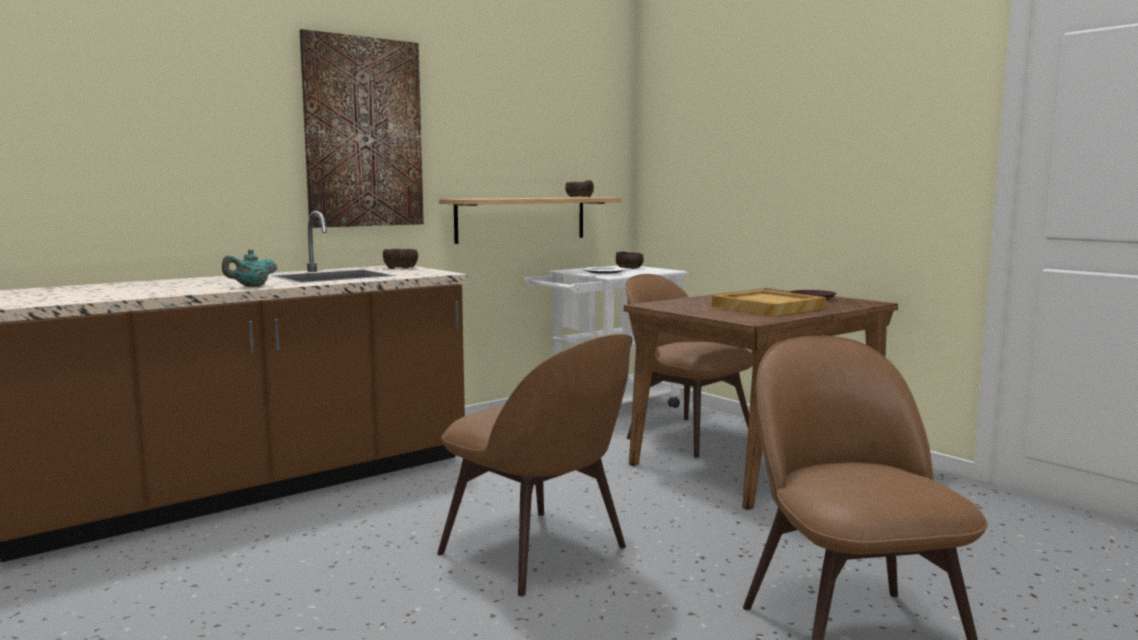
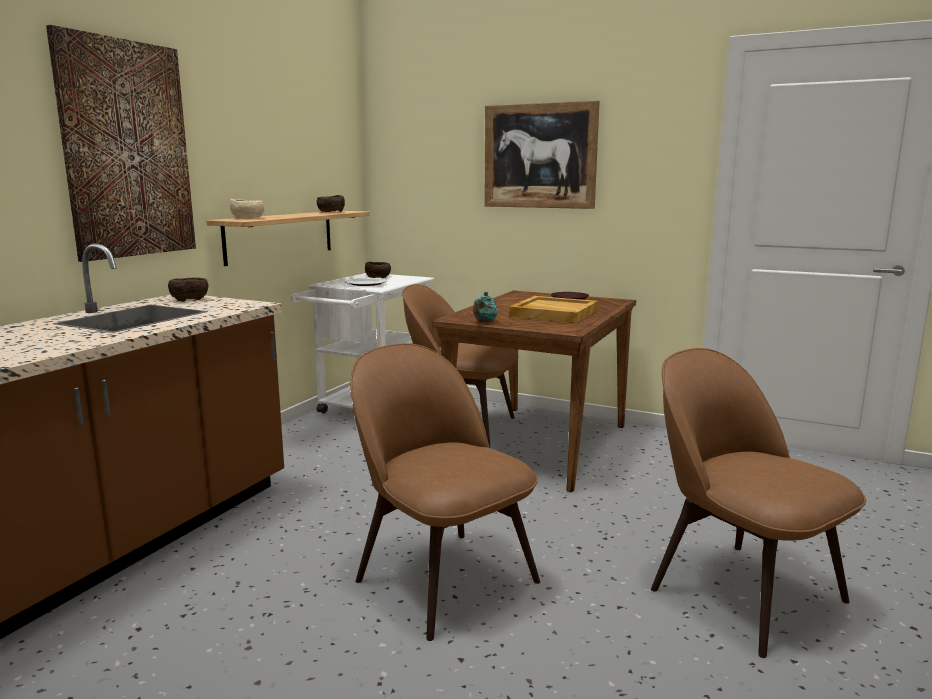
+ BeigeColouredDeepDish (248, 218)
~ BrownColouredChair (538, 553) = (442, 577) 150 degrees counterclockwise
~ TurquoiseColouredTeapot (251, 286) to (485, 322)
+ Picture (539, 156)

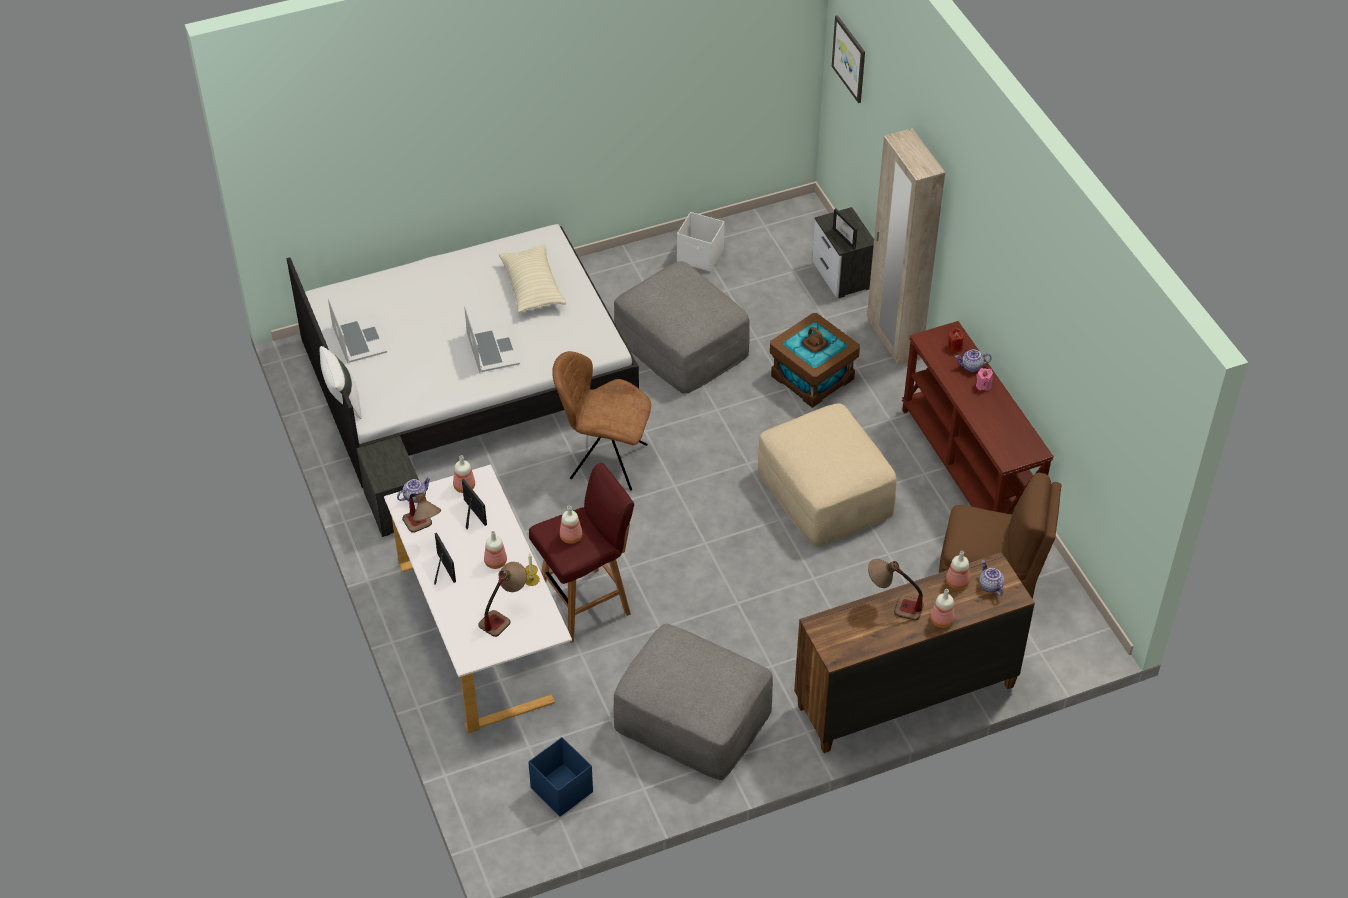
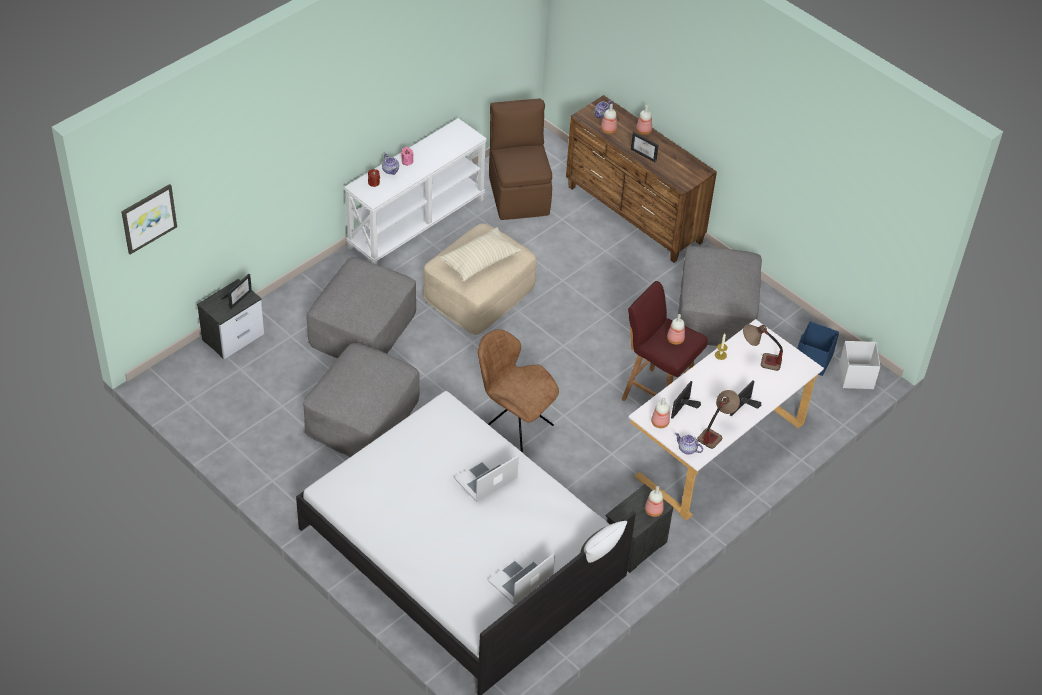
~ BrownColouredStorageBox (812, 377) to GreyFootrest (363, 327)
~ BrownColouredNarrowTable (969, 468) to WhiteNarrowTable (416, 223)
~ BeigeColouredThrowPillow (532, 288) to (480, 261)
~ BrownColouredChair (605, 461) = (514, 427) 135 degrees clockwise
~ TabletopLamp (893, 605) to PictureFrame (645, 154)
~ DrinkBottle (495, 562) to (654, 511)
~ WhiteStorageBox (700, 256) to (856, 376)
- BeigeColouredClothesCupboard (893, 339)

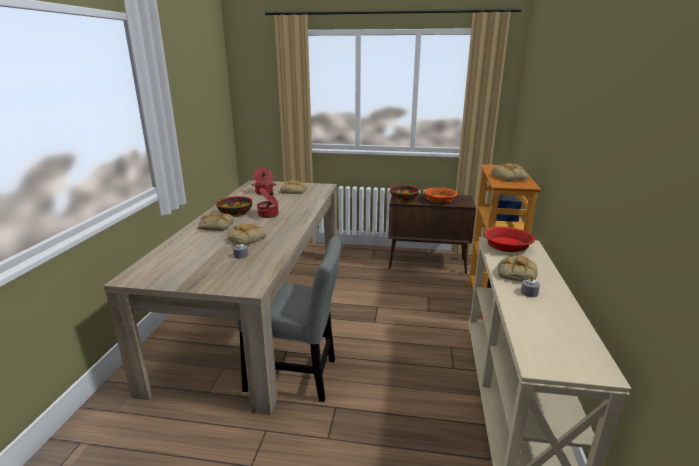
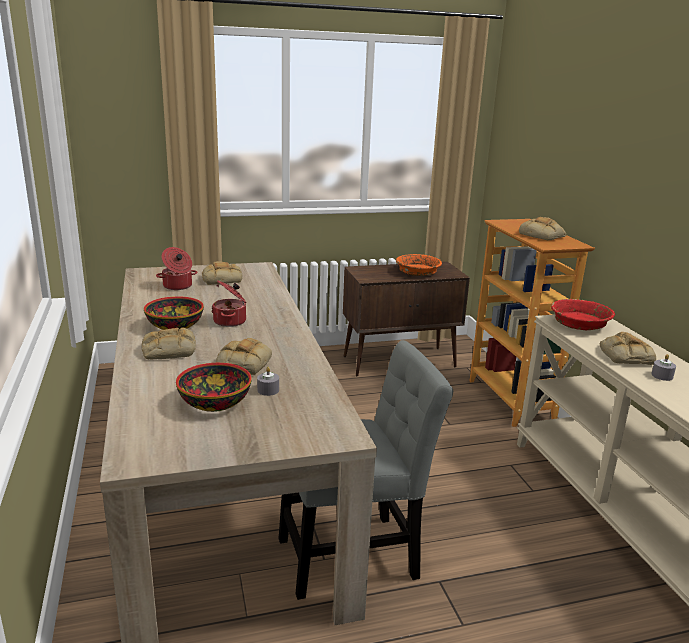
~ DeepDish (404, 199) to (215, 402)

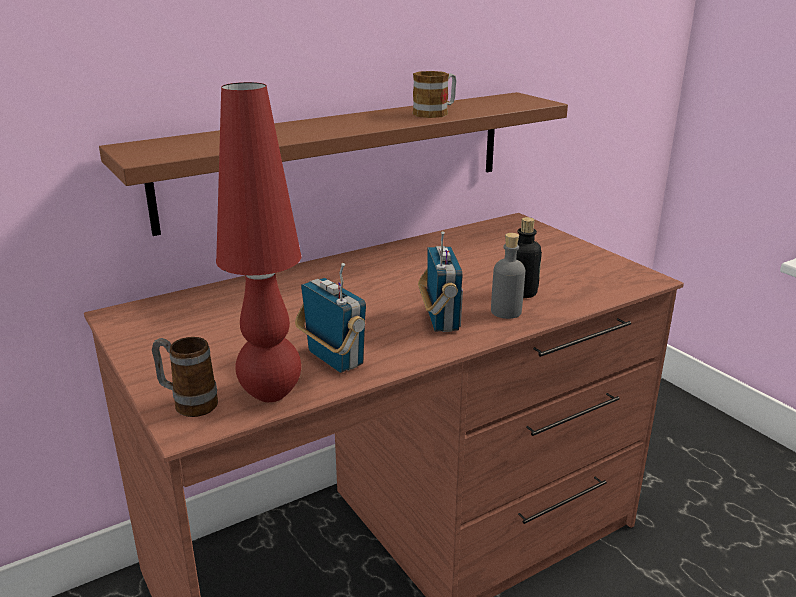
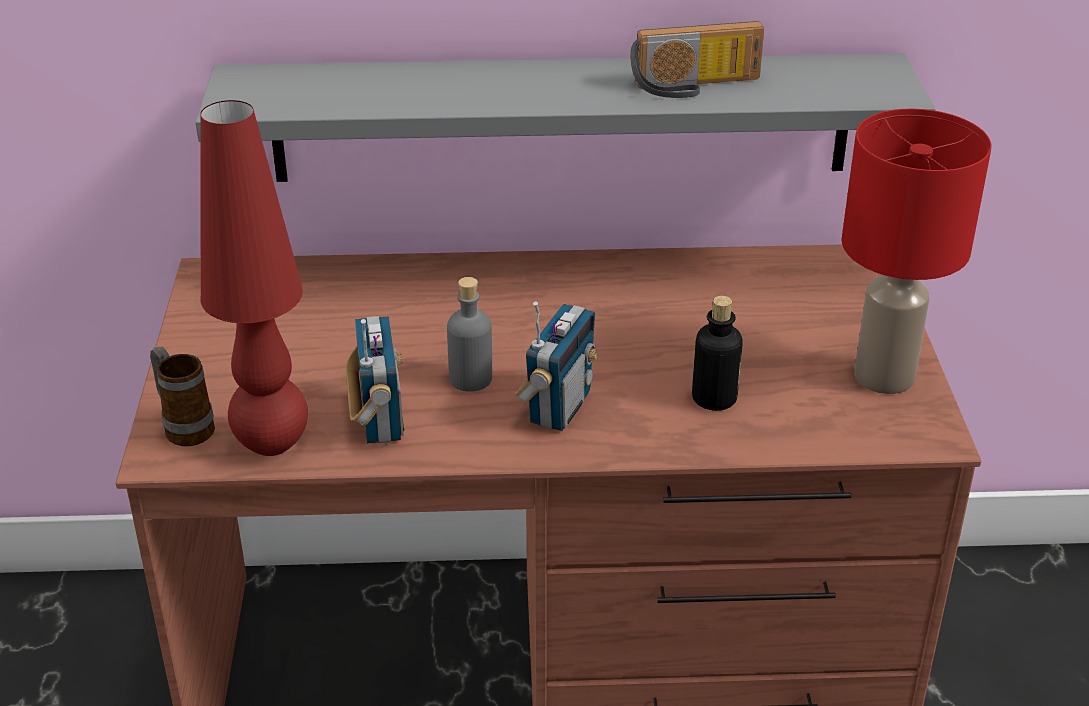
~ BrownColouredShelf (340, 158) to GreyShelf (561, 117)
~ GreyDrinkBottle (506, 312) to (470, 378)
~ TeaMug (436, 113) to RadioReceiver (696, 86)
+ ReddishTabletopLamp (882, 376)

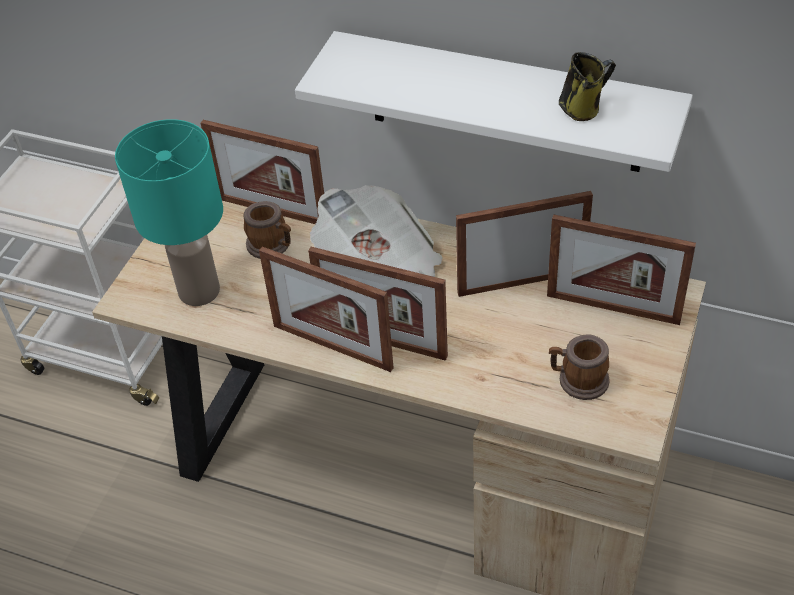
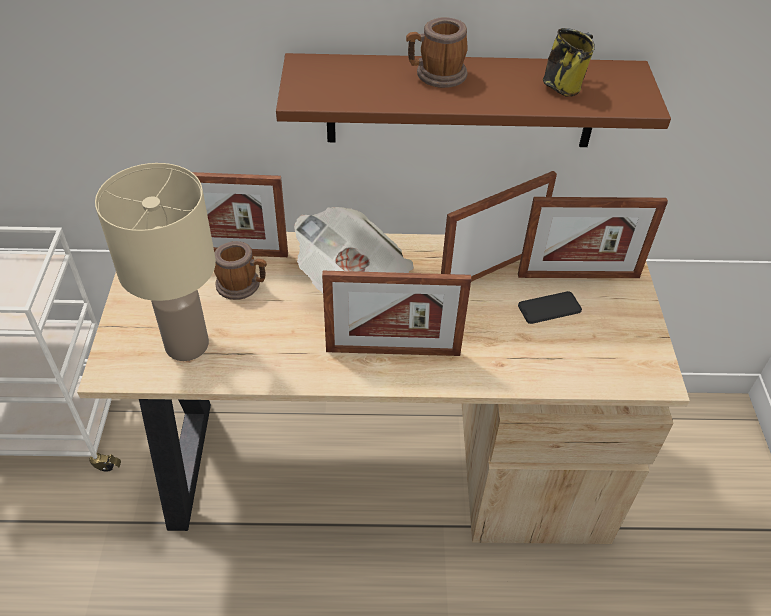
~ TurquoiseColouredTabletopLamp (199, 292) to BeigeColouredTabletopLamp (187, 345)
~ WhiteShelf (504, 103) to BrownColouredShelf (462, 101)
~ TeaMug (578, 380) to (435, 75)
+ Phone (549, 308)
- PictureFrame (332, 346)

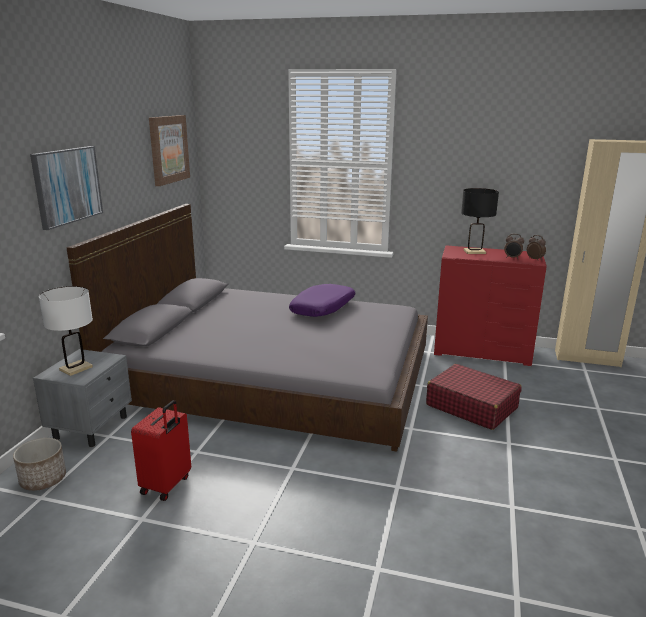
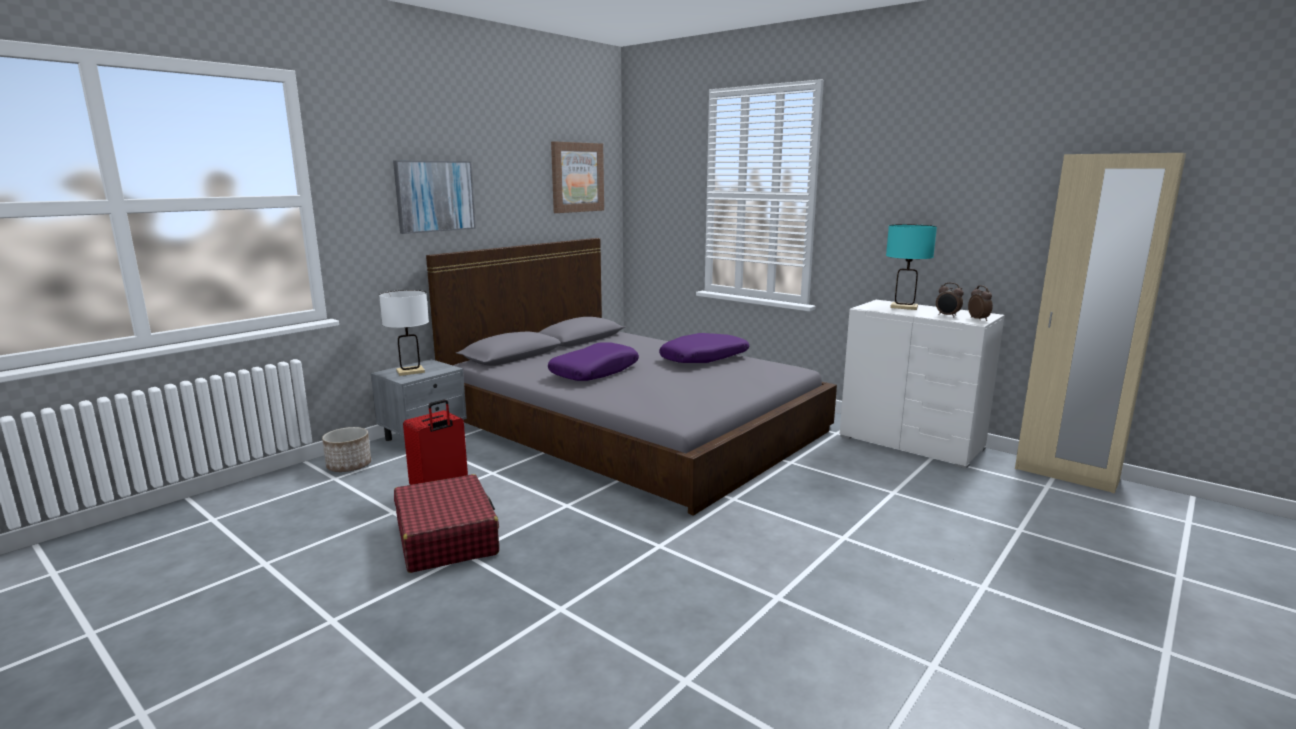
~ ReddishSuitcase (471, 406) to (447, 537)
+ PurplishThrowPillow (594, 372)
~ ReddishDrawerChest (482, 350) to WhiteDrawerChest (911, 442)
~ BlackishTabletopLamp (474, 252) to TurquoiseColouredTabletopLamp (904, 307)

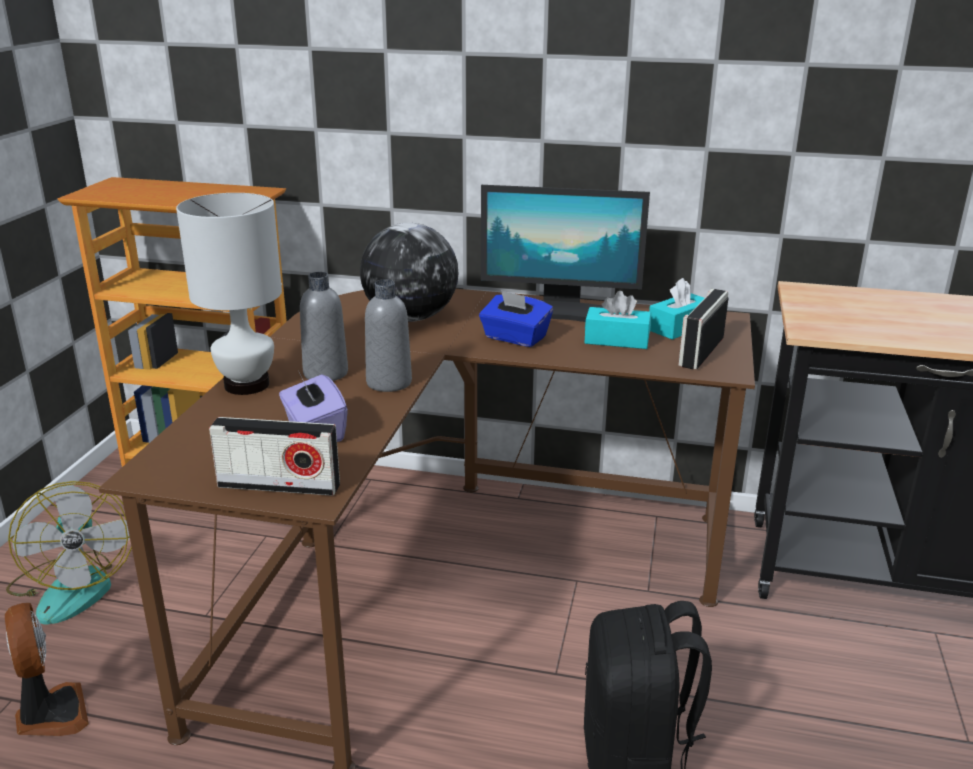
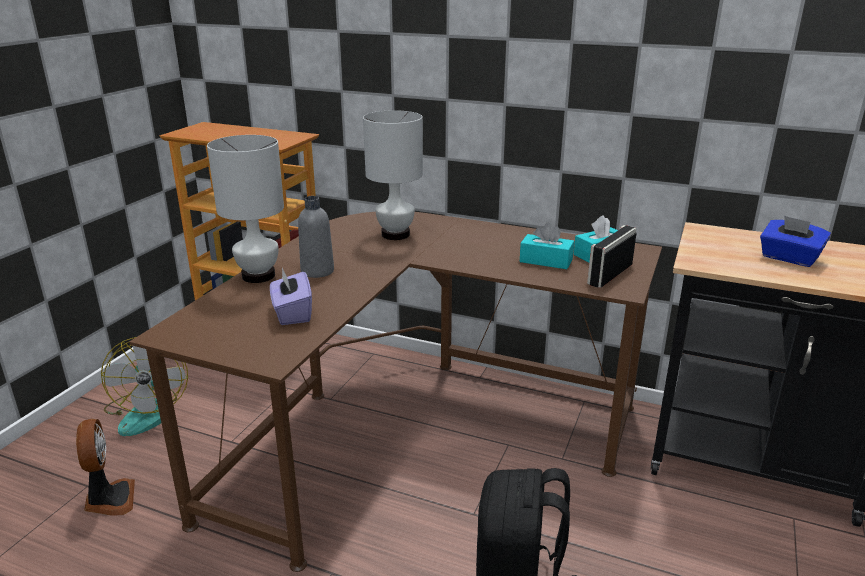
~ Globe (410, 318) to WhiteTabletopLamp (395, 234)
~ BluishTissueHolder (515, 338) to (789, 258)
- RadioReceiver (279, 485)
- GreyDrinkBottle (389, 382)
- ComputerScreen (559, 312)

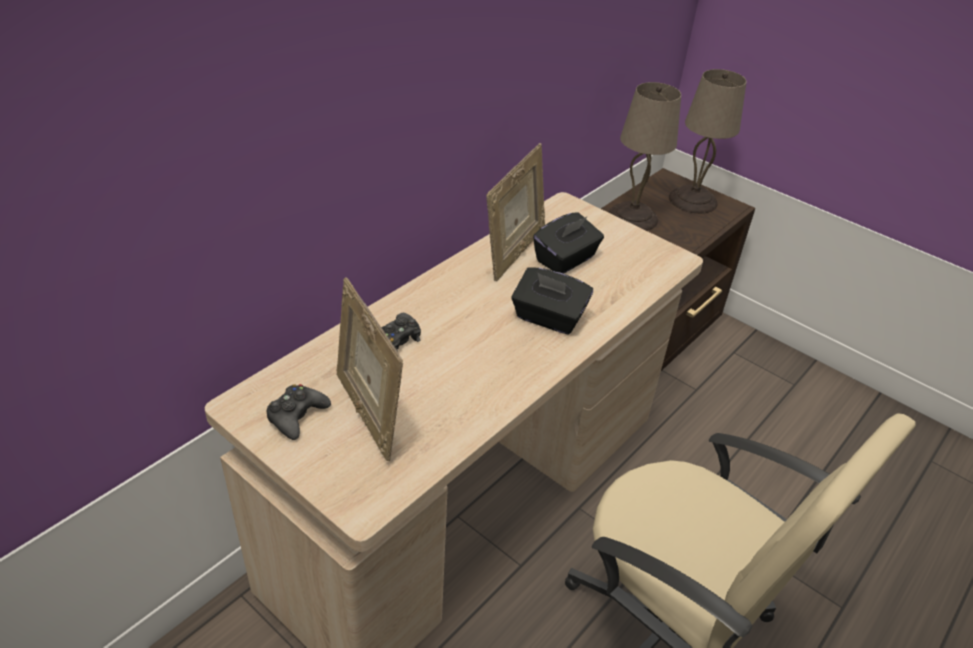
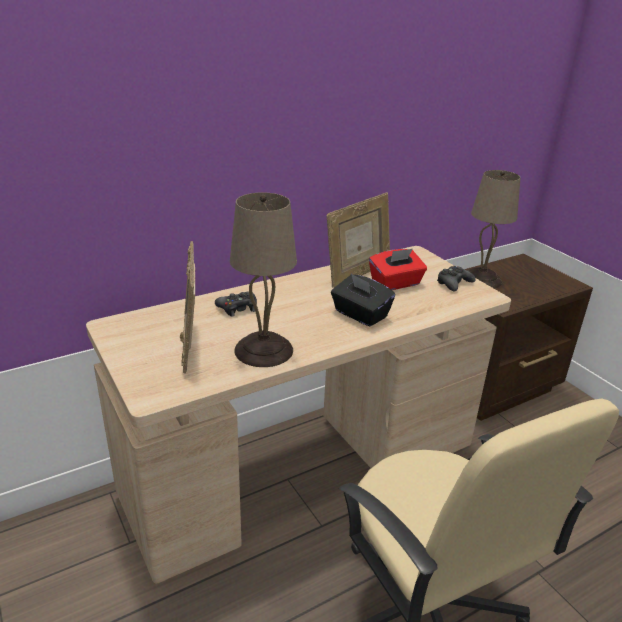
~ BeigeColouredTabletopLamp (694, 201) to (264, 351)
~ BlackishTissueHolder (566, 260) to ReddishTissueHolder (396, 283)
~ BlackishGameController (297, 416) to (454, 283)

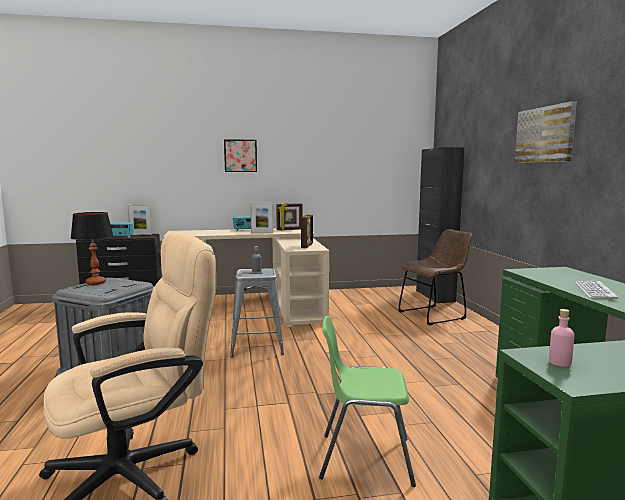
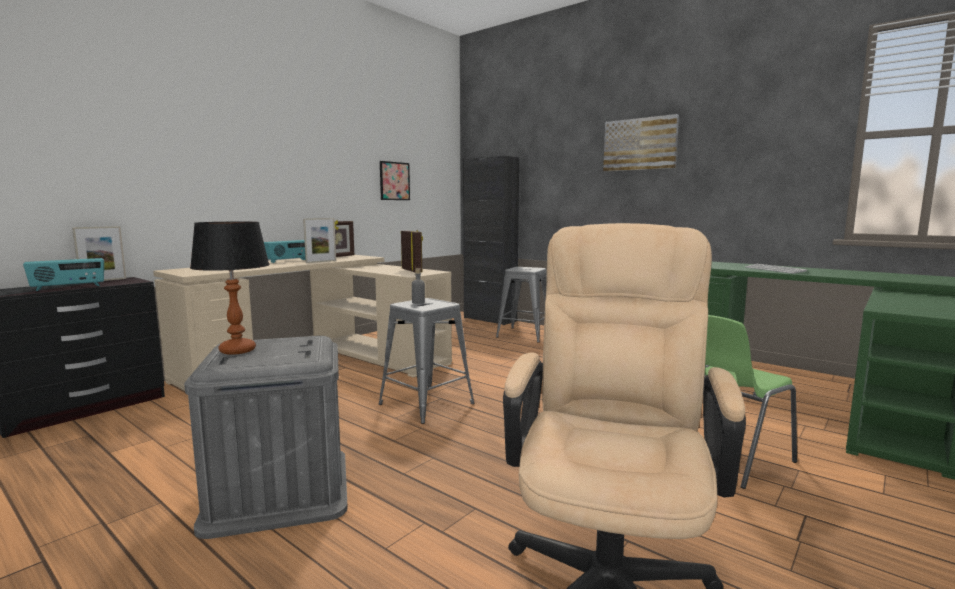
~ Picture (240, 155) to (394, 181)
~ BrownColouredChair (434, 315) to GreyStoolSeat (524, 335)
- PinkDrinkBottle (560, 362)

